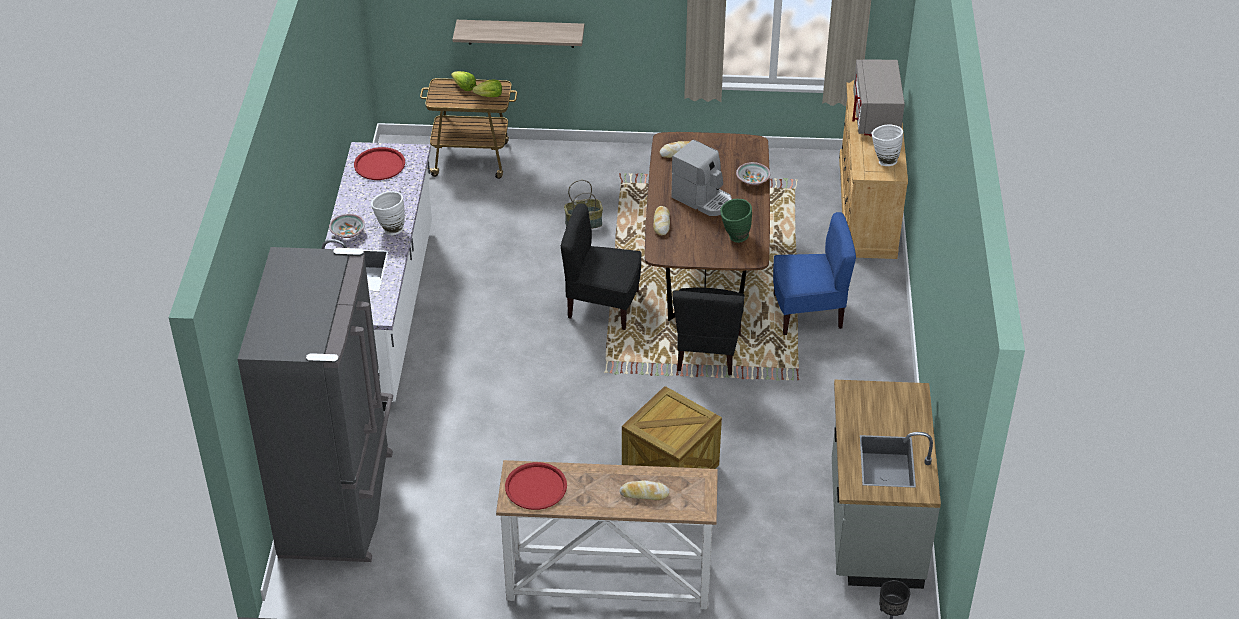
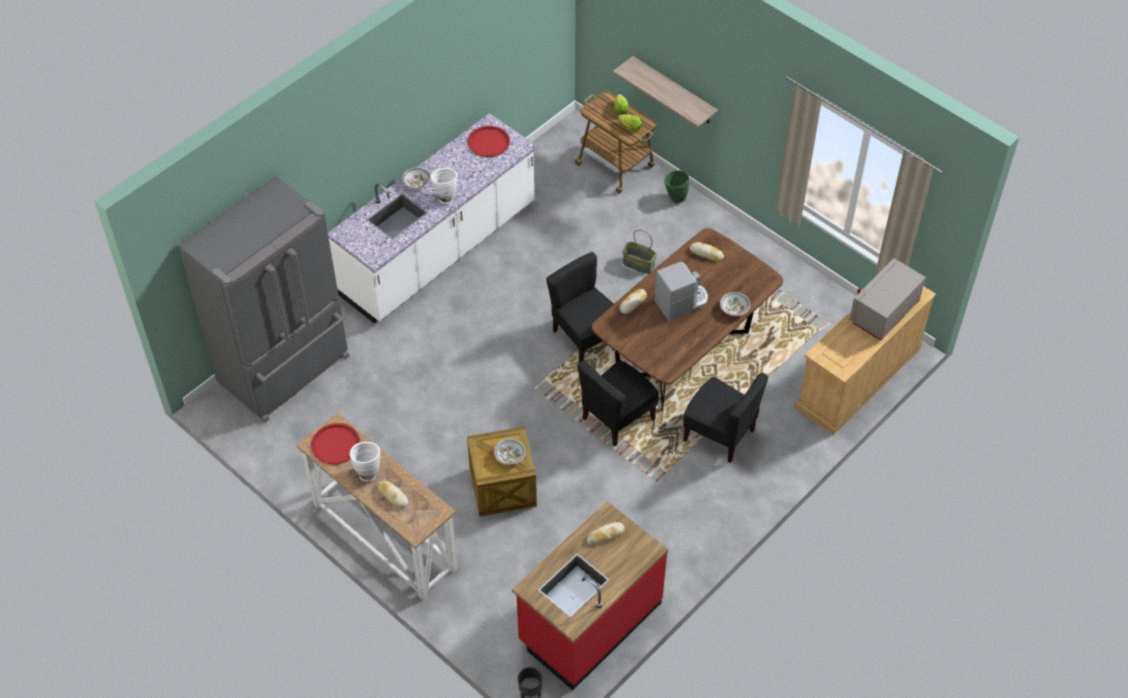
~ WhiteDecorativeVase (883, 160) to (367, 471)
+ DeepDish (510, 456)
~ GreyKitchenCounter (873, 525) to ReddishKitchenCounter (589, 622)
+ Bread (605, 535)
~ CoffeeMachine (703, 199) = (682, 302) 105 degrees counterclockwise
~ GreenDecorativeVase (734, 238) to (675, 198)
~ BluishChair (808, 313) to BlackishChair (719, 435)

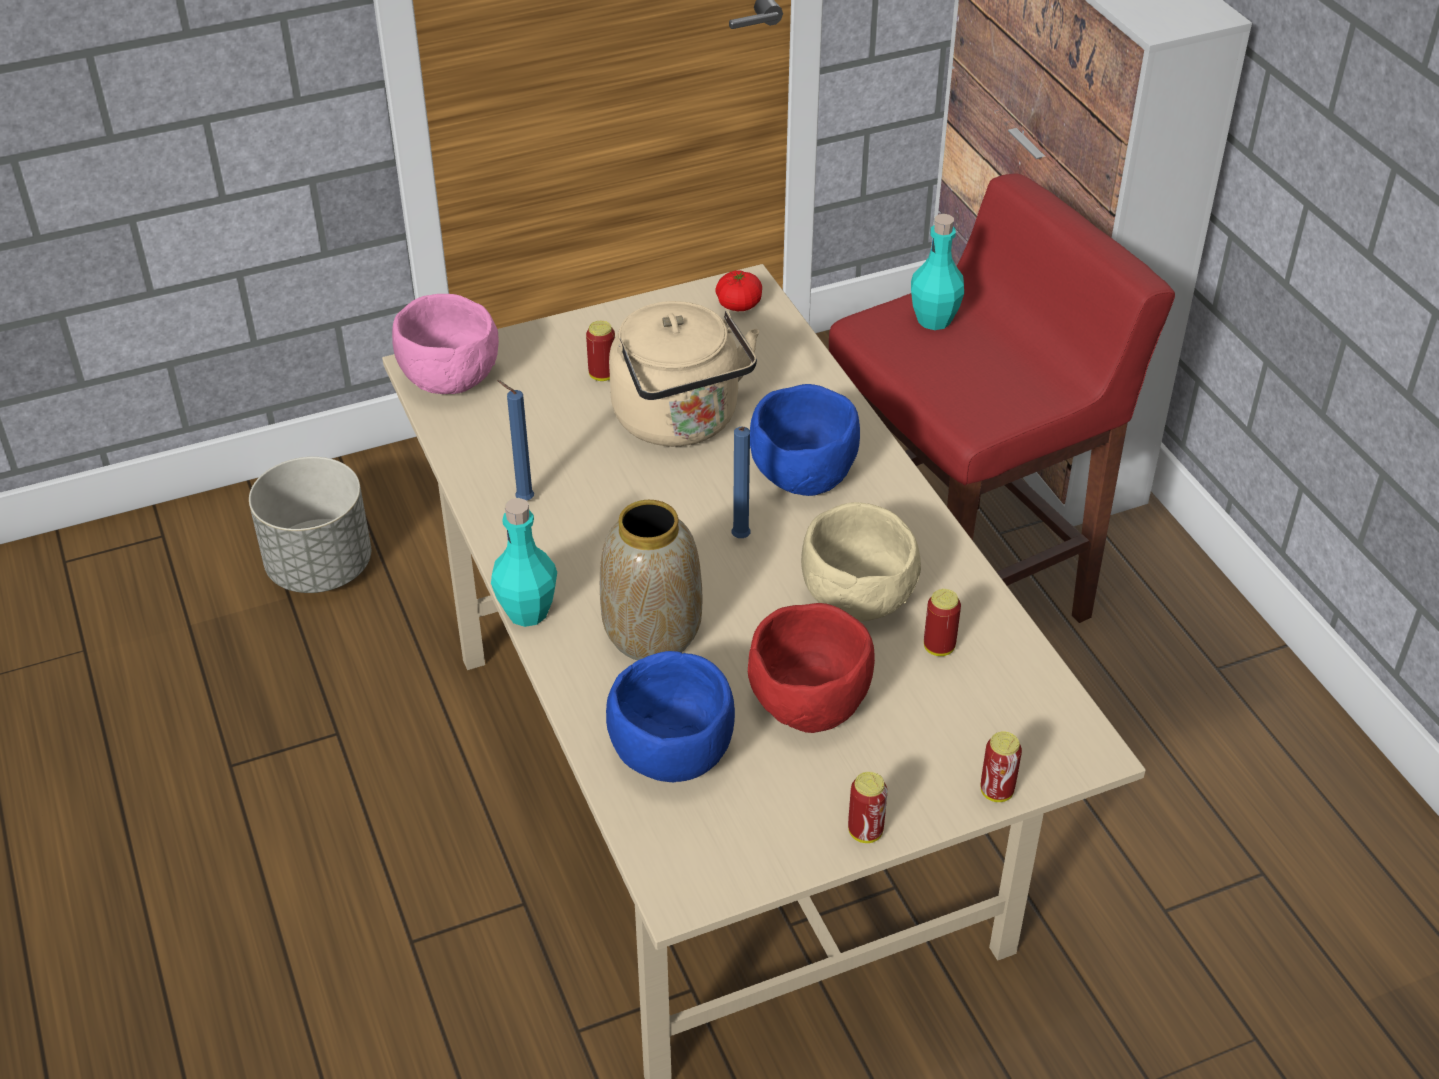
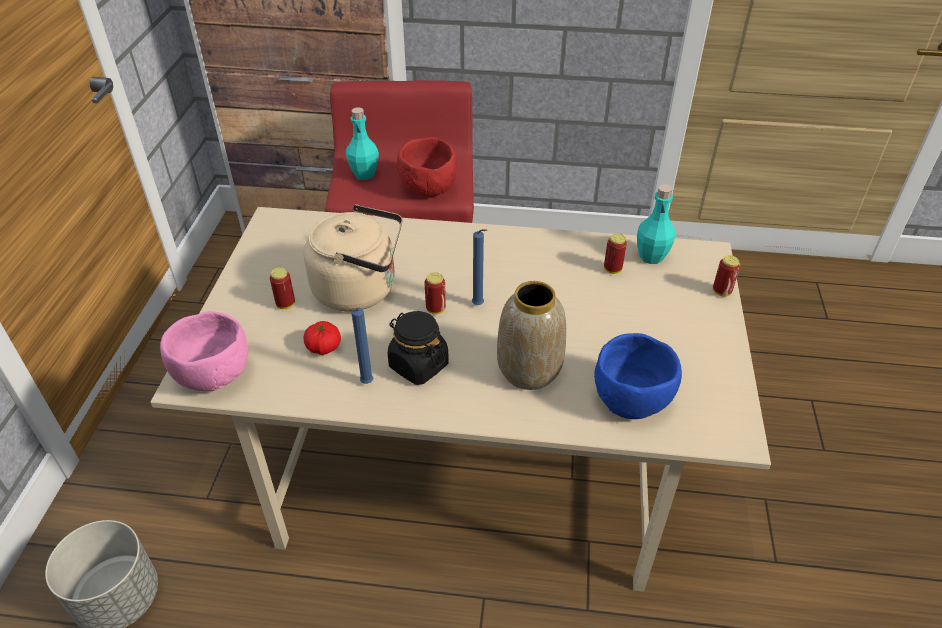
~ Tomato (739, 305) to (323, 347)
+ BlackishJar (418, 365)
~ ReddishDeepDish (808, 702) to (427, 188)
~ Can (865, 832) to (435, 309)
~ TurquoiseColouredDrinkBottle (527, 612) to (651, 257)
- BluishDeepDish (802, 474)
- BeigeColouredDeepDish (854, 600)

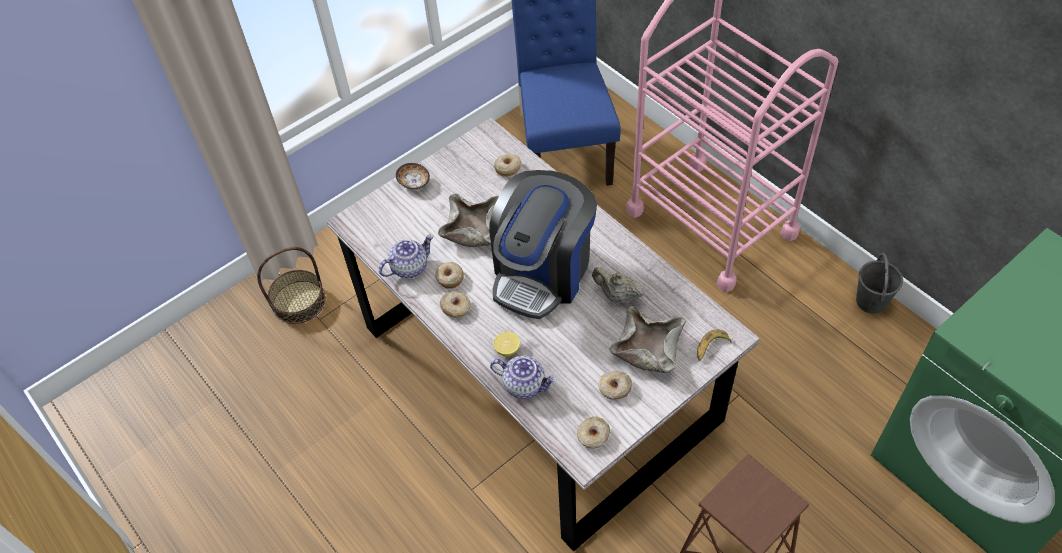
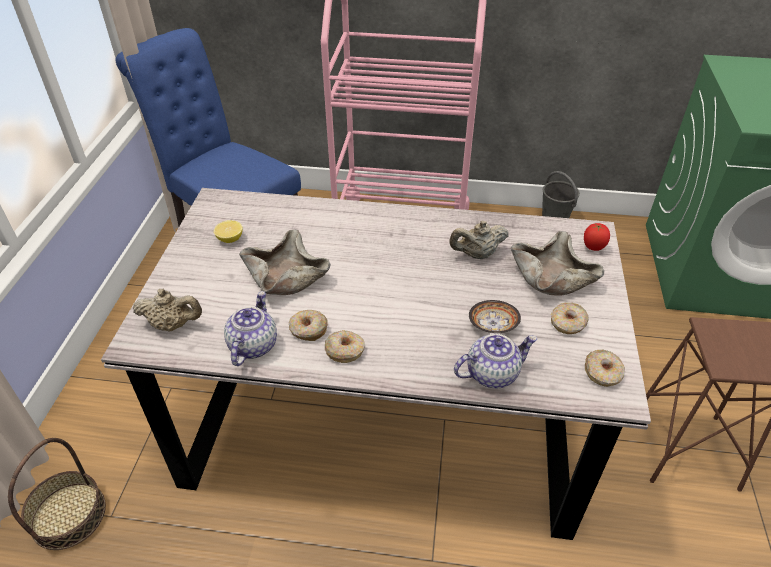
+ BeigeColouredTeapot (173, 325)
~ Lemon (507, 349) to (230, 239)
~ DeepDish (414, 182) to (493, 326)
~ BananaFruit (711, 347) to Tomato (593, 248)
- CoffeeMachine (543, 271)
- Doughnut (508, 168)

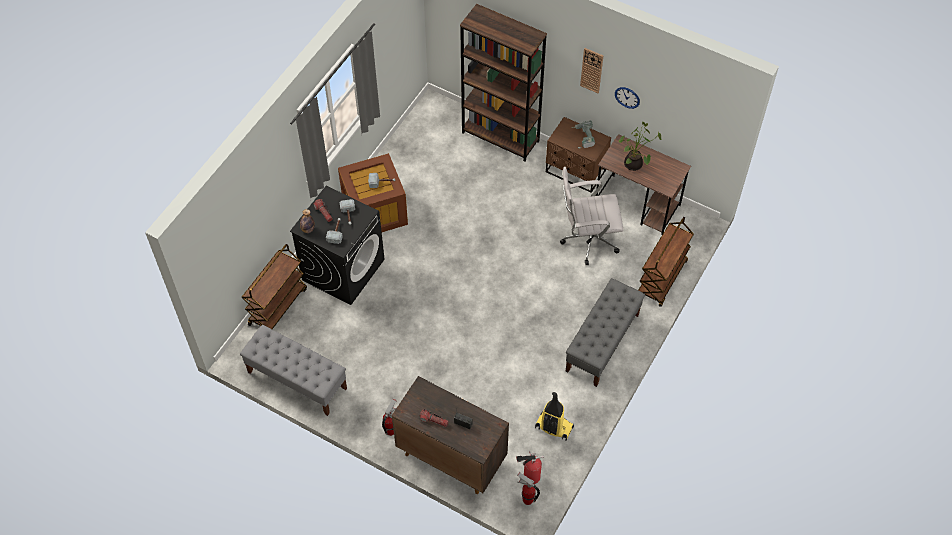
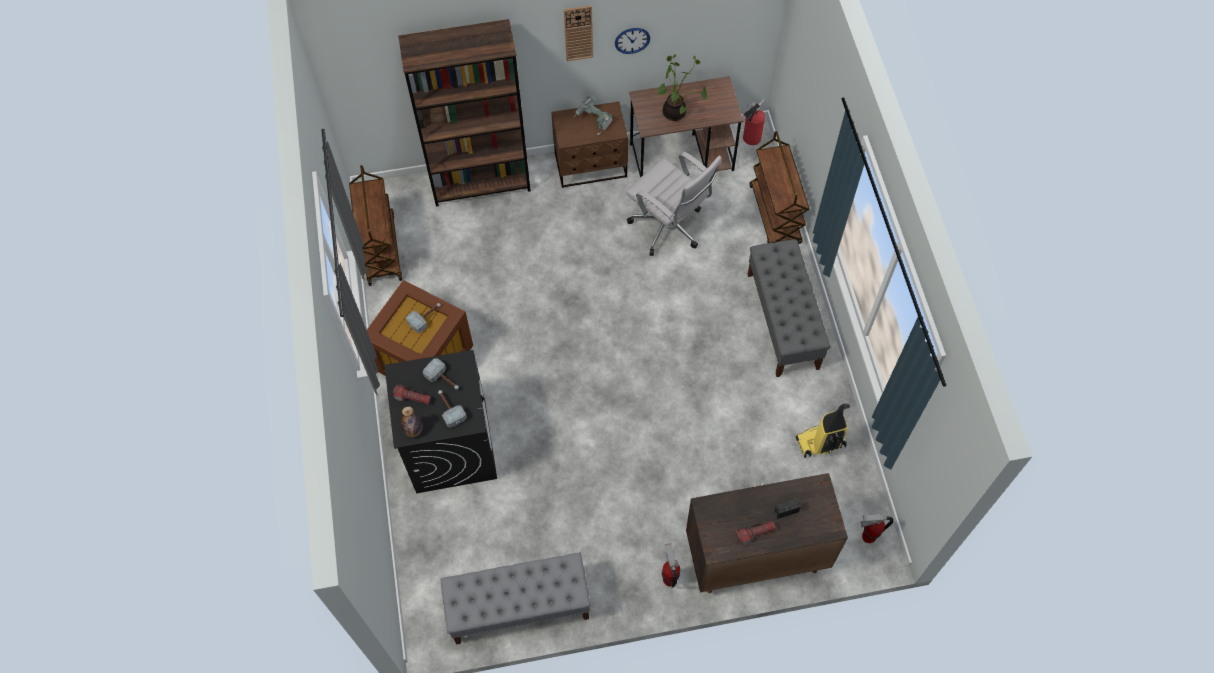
~ BrownColouredTrolley (278, 306) to (380, 248)
~ WhiteComputerChair (587, 240) = (669, 228) 90 degrees counterclockwise
~ FireExtinguisher (529, 477) to (750, 139)

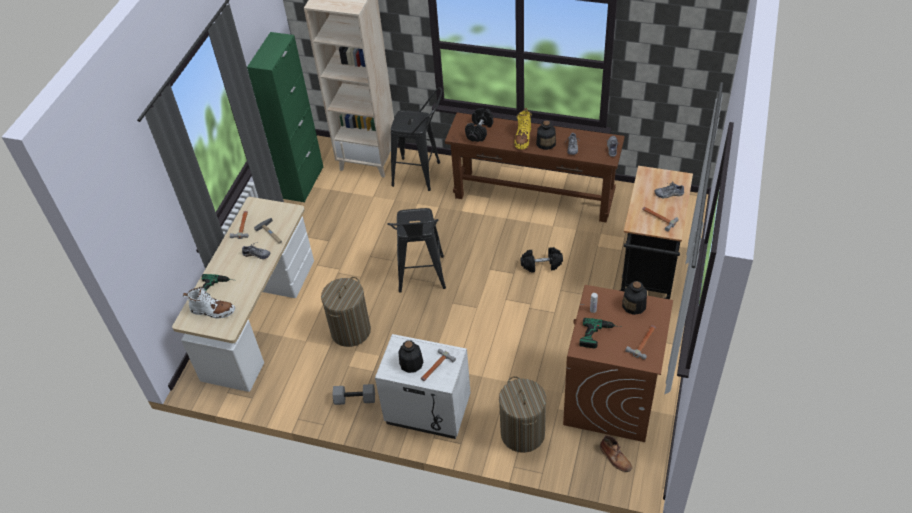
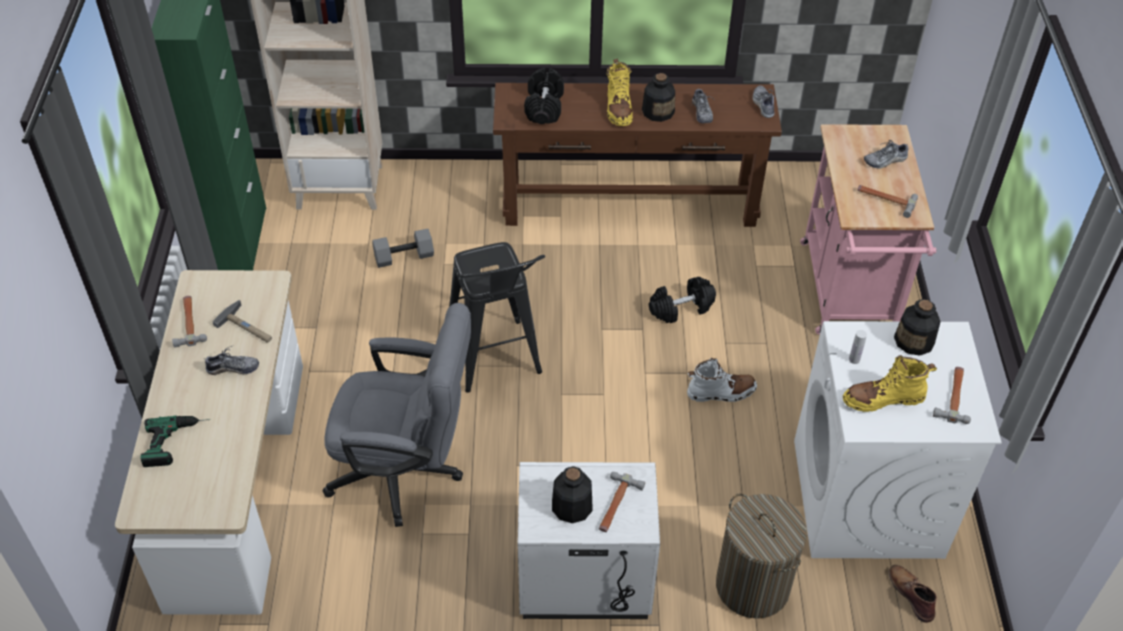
~ WashingBasket (350, 331) to GreyComputerChair (406, 472)
~ GreyFreeWeight (354, 400) to (403, 257)
~ WhiteTallBoot (212, 311) to (721, 392)
~ BrownColouredWashingMachine (611, 398) to WhiteWashingMachine (868, 499)
~ BlackishTrolley (648, 274) to PinkTrolley (849, 295)
~ ElectricDrill (600, 335) to YellowishTallBoot (883, 399)
~ BrownColouredTallBoot (615, 458) = (911, 593) 150 degrees counterclockwise
- BlackishStoolSeat (422, 175)

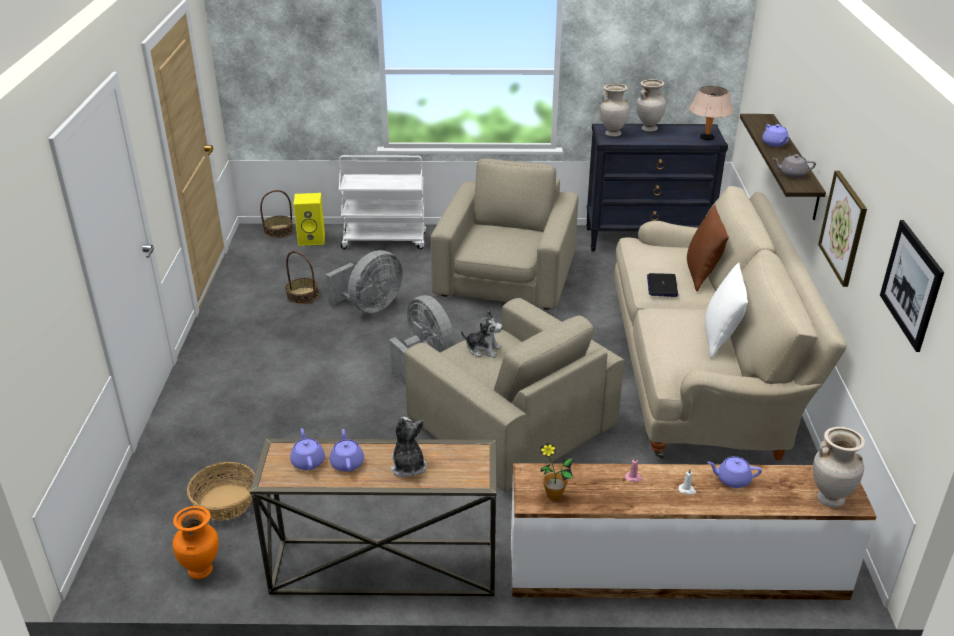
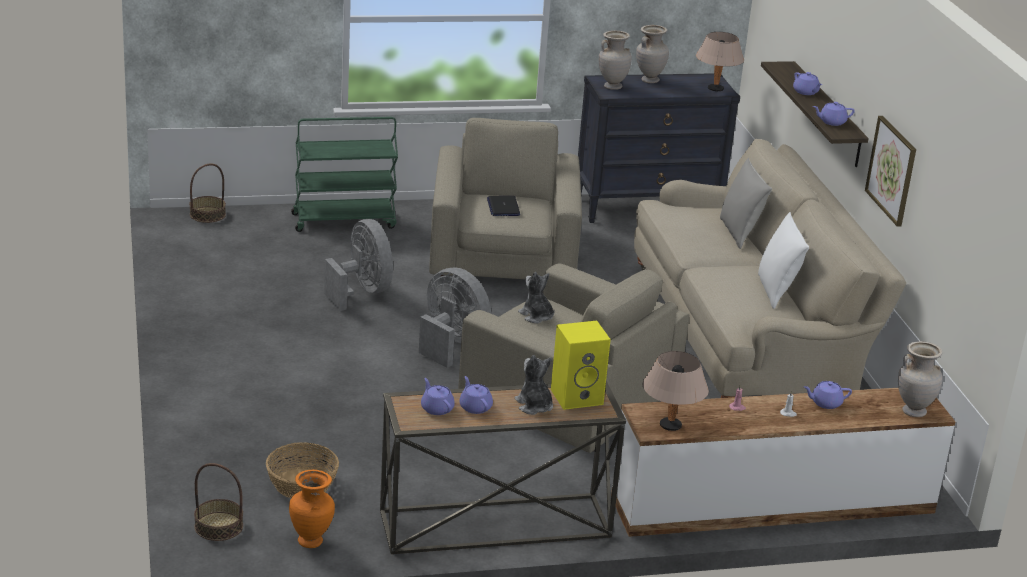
~ Basket (302, 295) to (218, 526)
~ WhiteTrolley (385, 240) to GreenTrolley (344, 220)
~ GreyElectricFan (370, 306) = (362, 292) 60 degrees counterclockwise
~ Laptop (662, 286) to (503, 207)
~ SoftToy (483, 349) = (536, 316) 135 degrees counterclockwise
~ YellowishLoudspeaker (312, 239) to (577, 396)
~ Houseplant (554, 495) to BeigeColouredTabletopLamp (670, 426)
~ BrownColouredThrowPillow (702, 275) to GreyThrowPillow (739, 233)
~ GreyTeapot (791, 174) to PurplishTeapot (831, 122)
- Picture (911, 284)

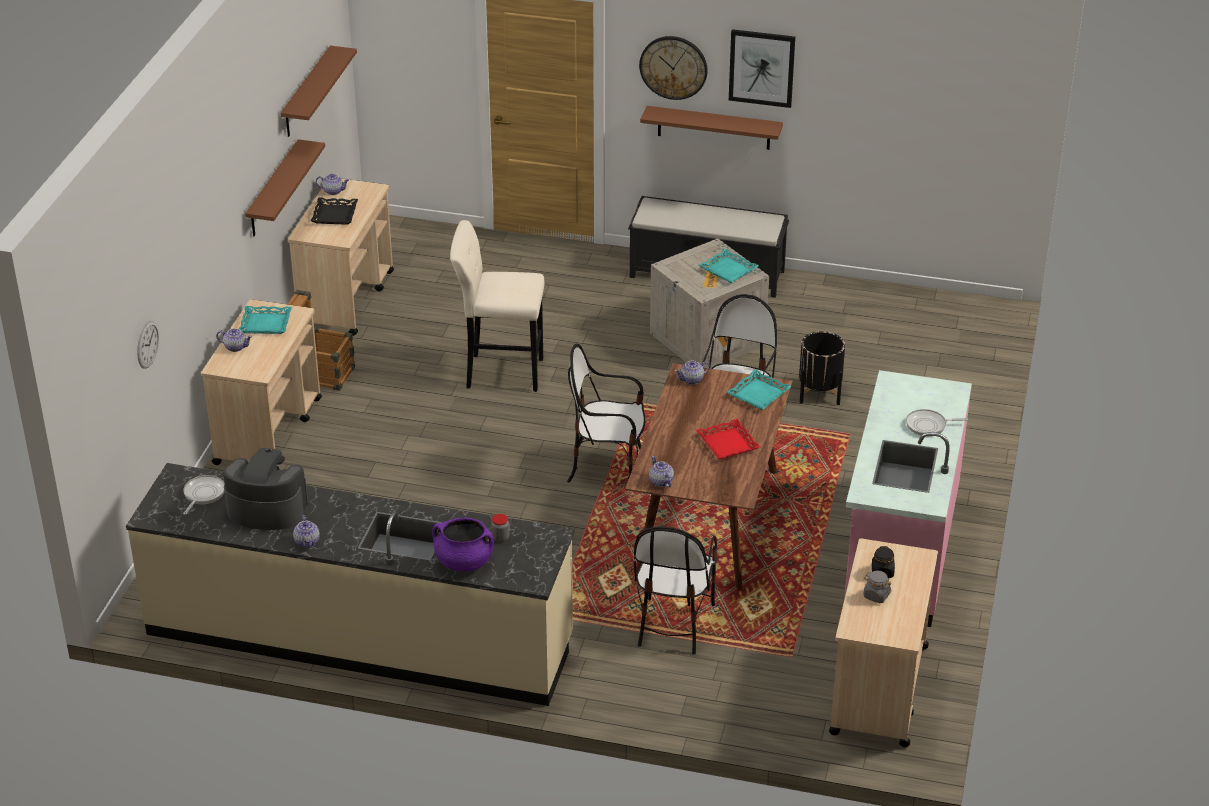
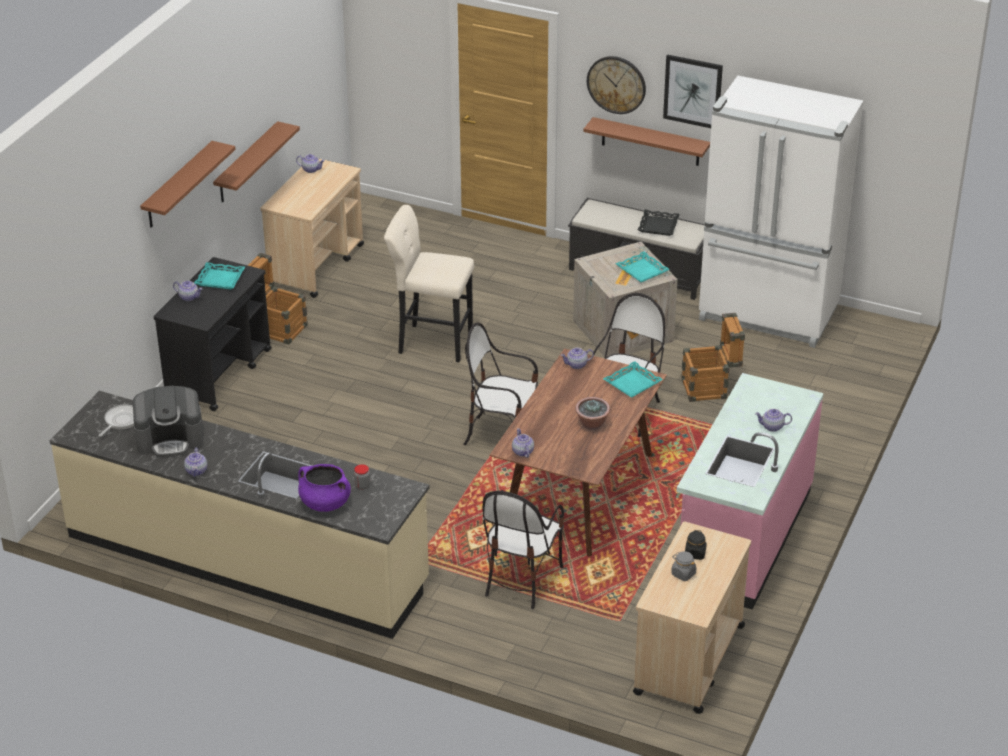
~ CoffeeMachine (266, 509) = (170, 439) 150 degrees clockwise
~ BrownColouredShelf (307, 93) to (178, 186)
~ BeigeColouredTrolley (269, 430) to BlackishTrolley (219, 373)
~ ReddishServingTray (728, 443) to Houseplant (592, 424)
~ BlackishServingTray (334, 215) to (658, 226)
~ BlackishPlantPot (819, 392) to ShippingCrate (710, 388)
+ WhiteKitchenFridge (768, 314)
~ Skillet (928, 425) to Teapot (772, 427)
- WallClock (147, 344)

